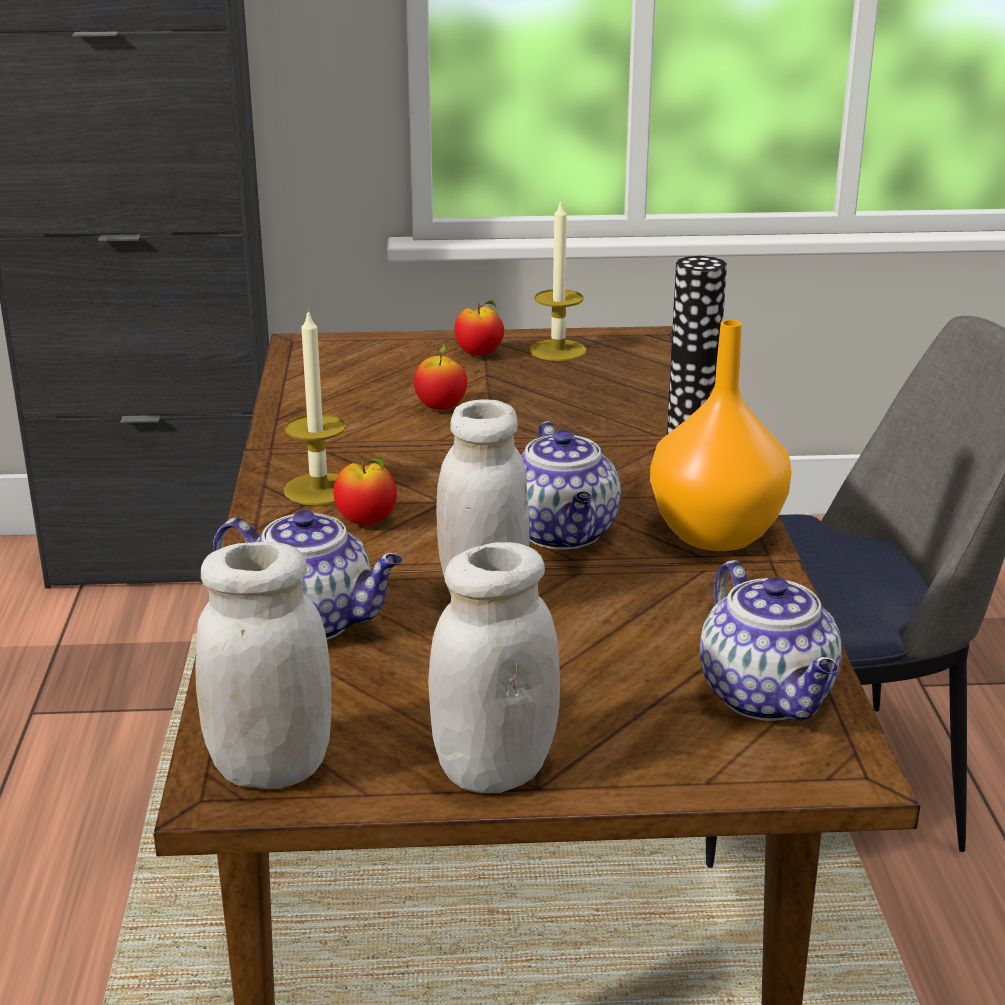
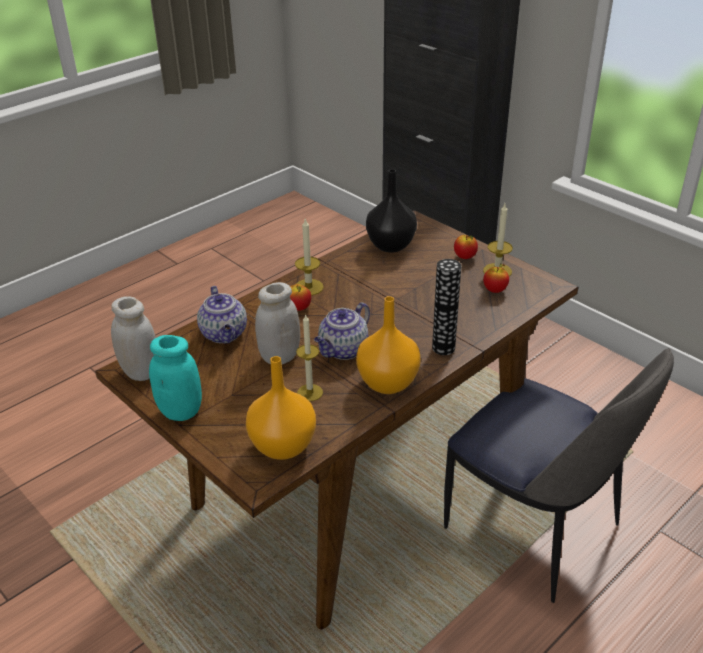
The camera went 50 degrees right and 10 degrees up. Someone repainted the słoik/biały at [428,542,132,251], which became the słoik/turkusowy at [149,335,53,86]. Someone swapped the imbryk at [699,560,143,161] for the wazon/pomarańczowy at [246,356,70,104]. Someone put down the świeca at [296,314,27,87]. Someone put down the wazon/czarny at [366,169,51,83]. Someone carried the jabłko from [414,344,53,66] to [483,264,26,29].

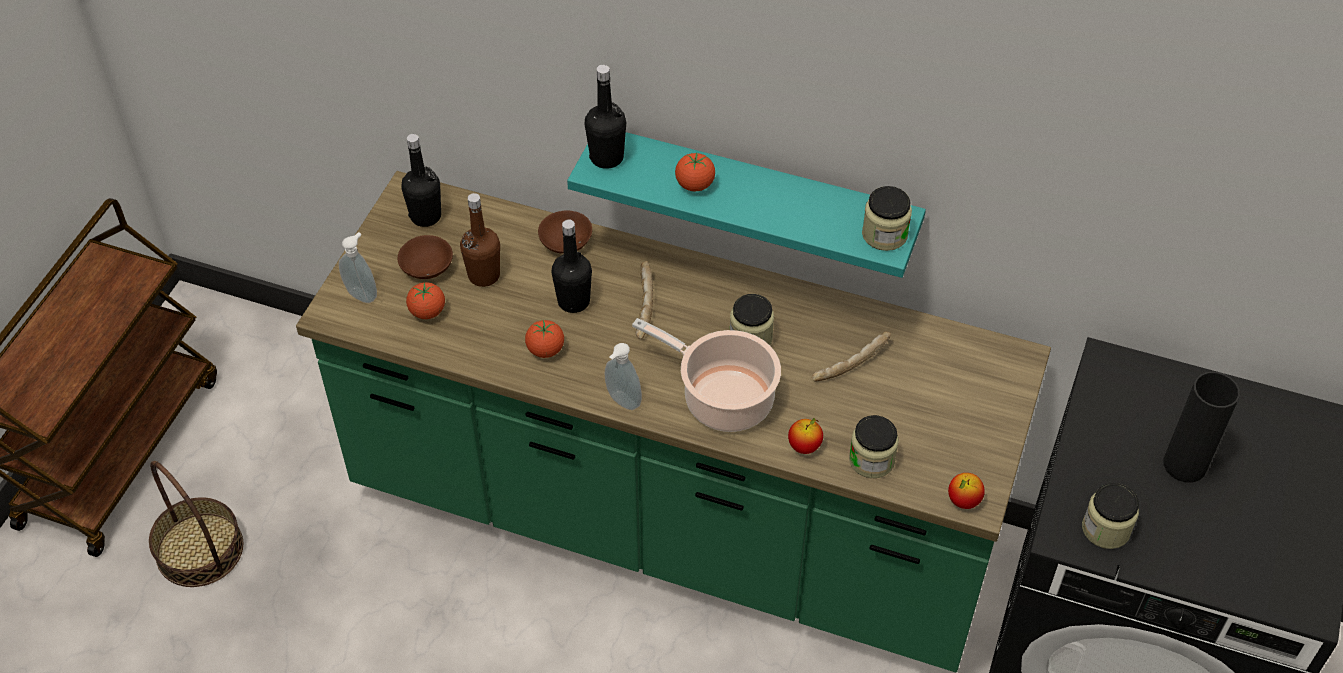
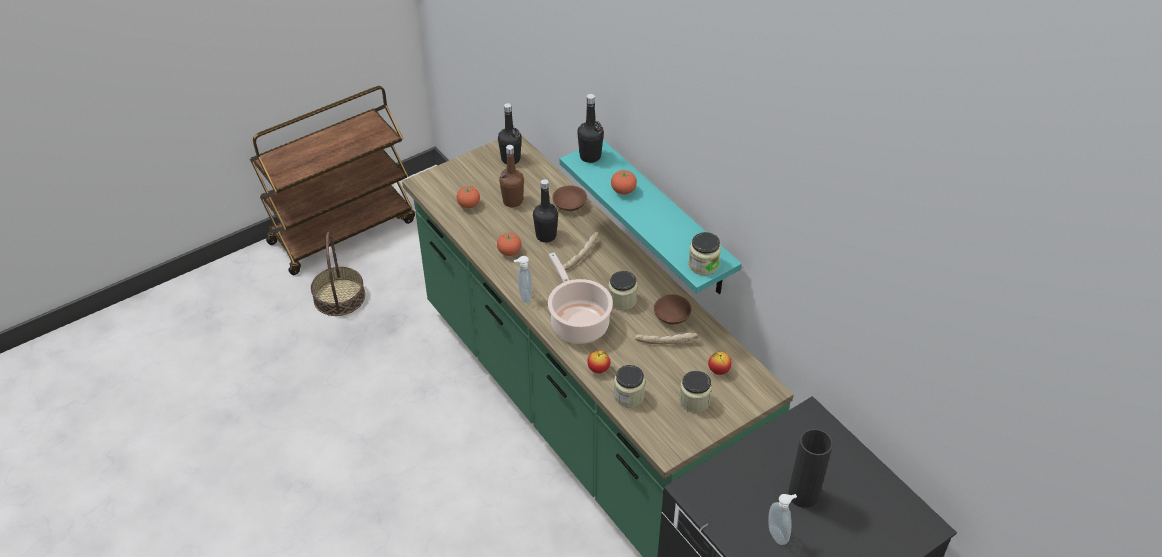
The camera went 35 degrees right and 5 degrees down. Someone carried the miska/brązowy from [398,235,55,44] to [654,295,38,29]. Someone carried the słoik from [1082,483,57,66] to [679,371,33,42]. Someone carried the jabłko from [948,473,37,36] to [708,352,24,23]. Someone carried the dozownik mydła from [339,232,38,71] to [768,494,29,51].

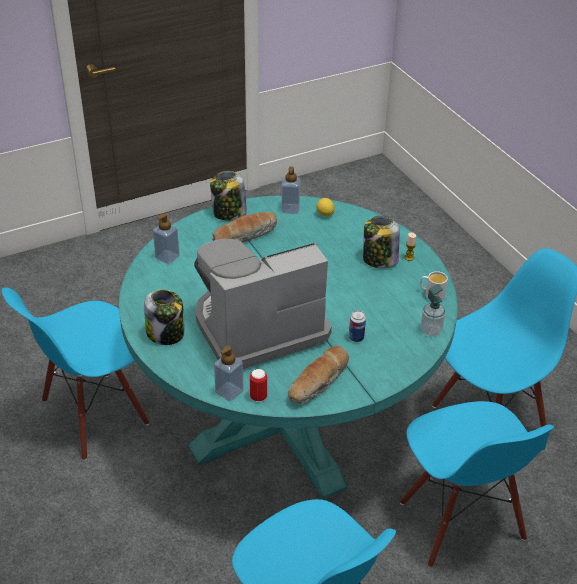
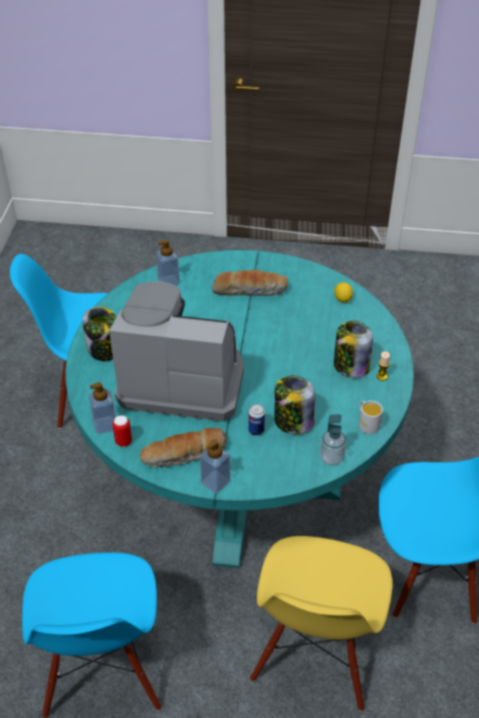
The camera went 35 degrees right and 5 degrees up. Someone carried the dozownik mydła from [281,166,19,48] to [200,439,30,54]. Someone repainted the krzesło/niebieski at [400,401,154,167], which became the krzesło/żółty at [250,536,143,175]. Someone carried the słoik from [210,171,37,49] to [274,375,41,60].

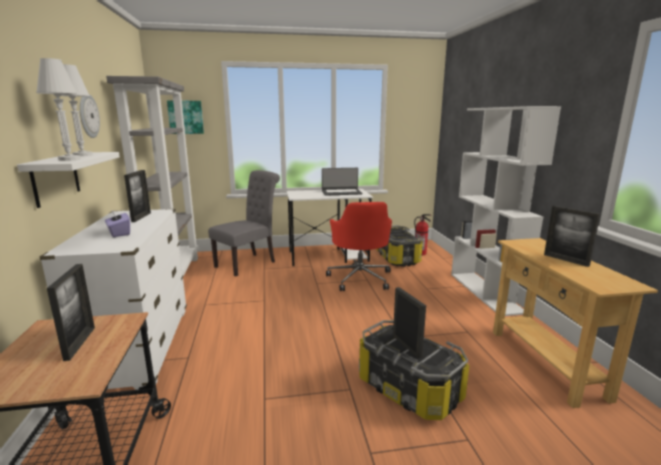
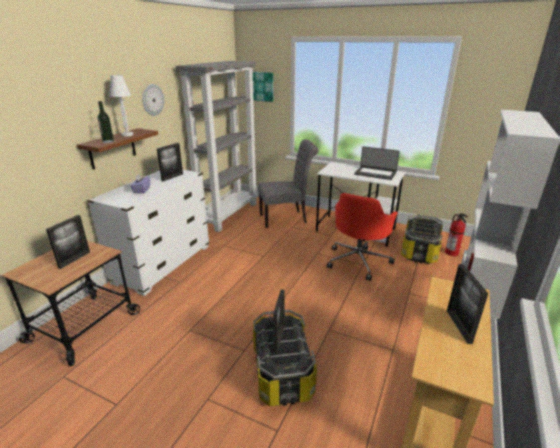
The camera went 35 degrees right and 10 degrees up. Someone repainted the półka/biały at [17,152,103,56], which became the półka/brązowy at [77,128,81,42]. Someone swapped the lampa stołowa/biały at [36,58,45,103] for the butelka at [98,101,16,42].

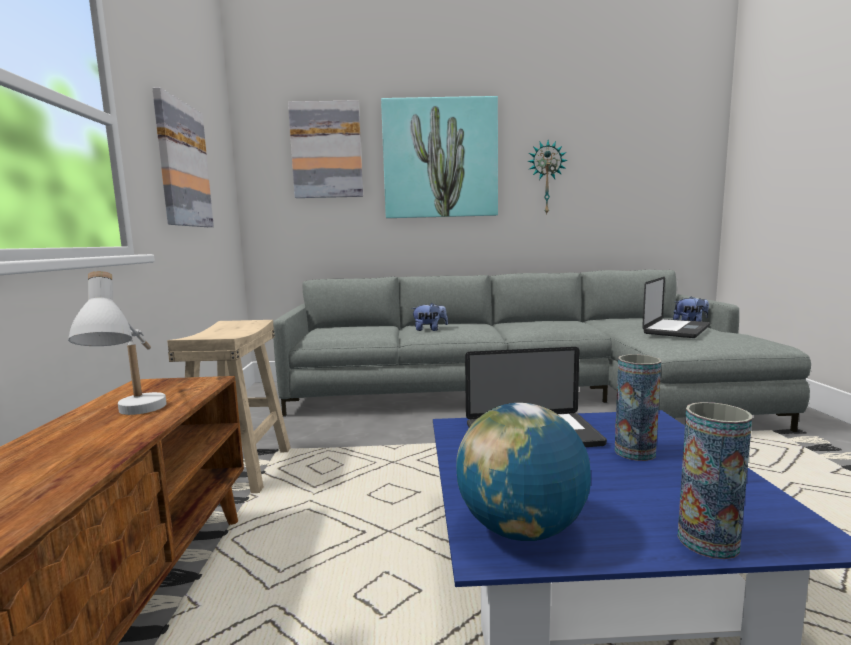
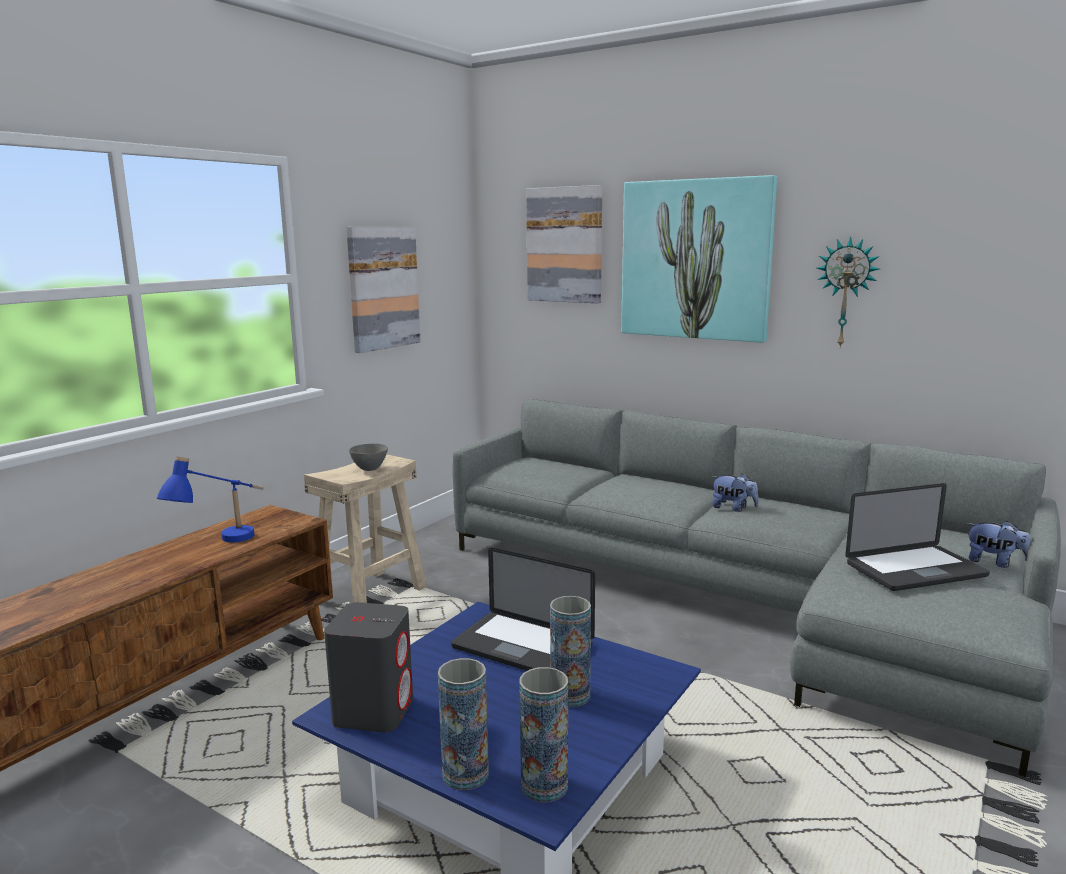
The camera went 35 degrees right and 5 degrees up. Someone repainted the lampa stołowa/biały at [68,271,99,144], which became the lampa stołowa/niebieski at [157,457,107,86]. Someone swapped the globus at [456,403,135,138] for the głośnik/szary at [324,602,89,131]. Someone put down the miska/szary at [349,443,39,28]. Someone put down the wazon at [519,667,49,135]. Someone carried the pluszak from [411,303,37,28] to [712,473,47,39].

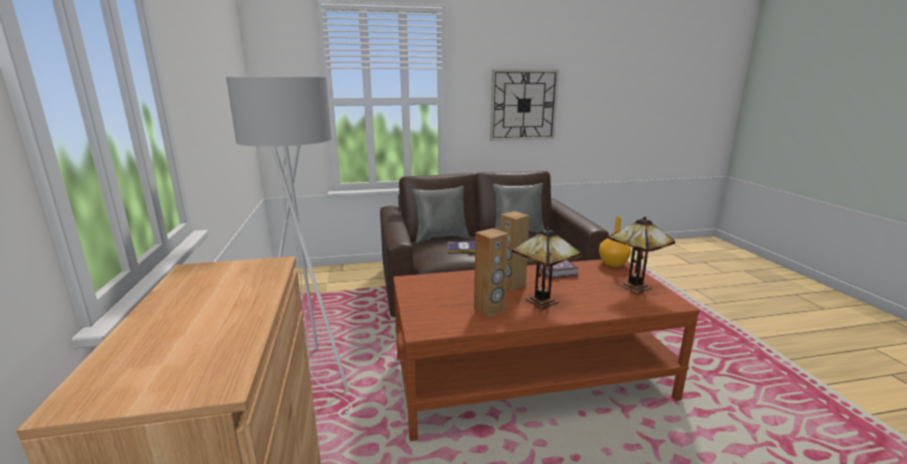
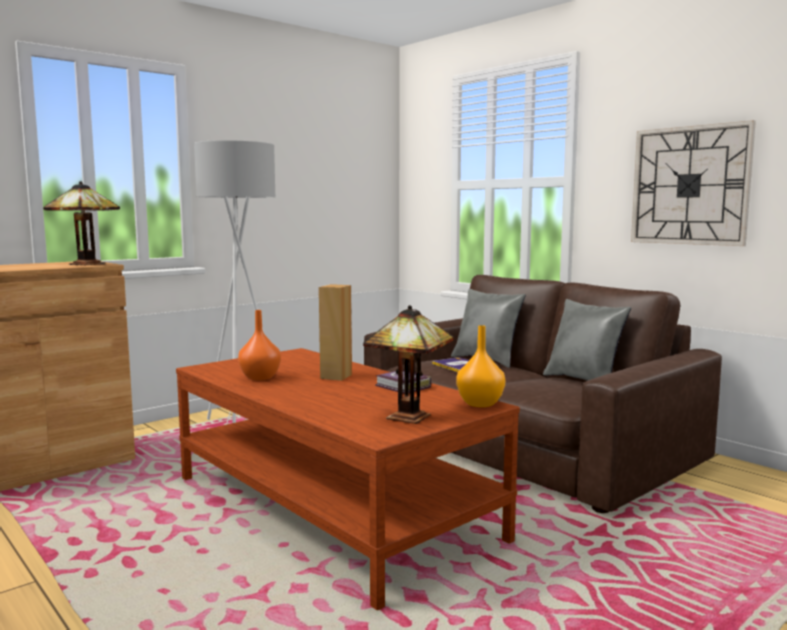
The camera went 60 degrees right and 10 degrees down. Someone carried the lampa stołowa from [512,227,69,82] to [43,181,77,84]. Someone swapped the głośnik/brązowy at [474,228,34,90] for the wazon/pomarańczowy at [238,310,43,71].

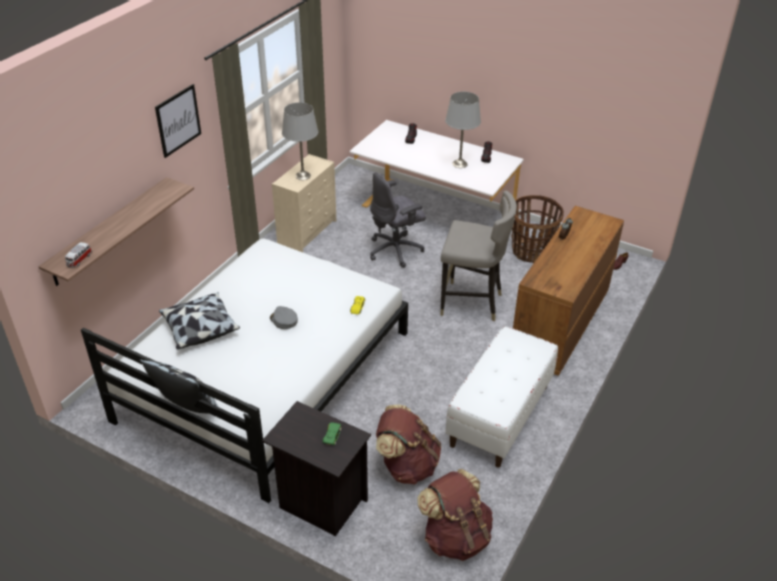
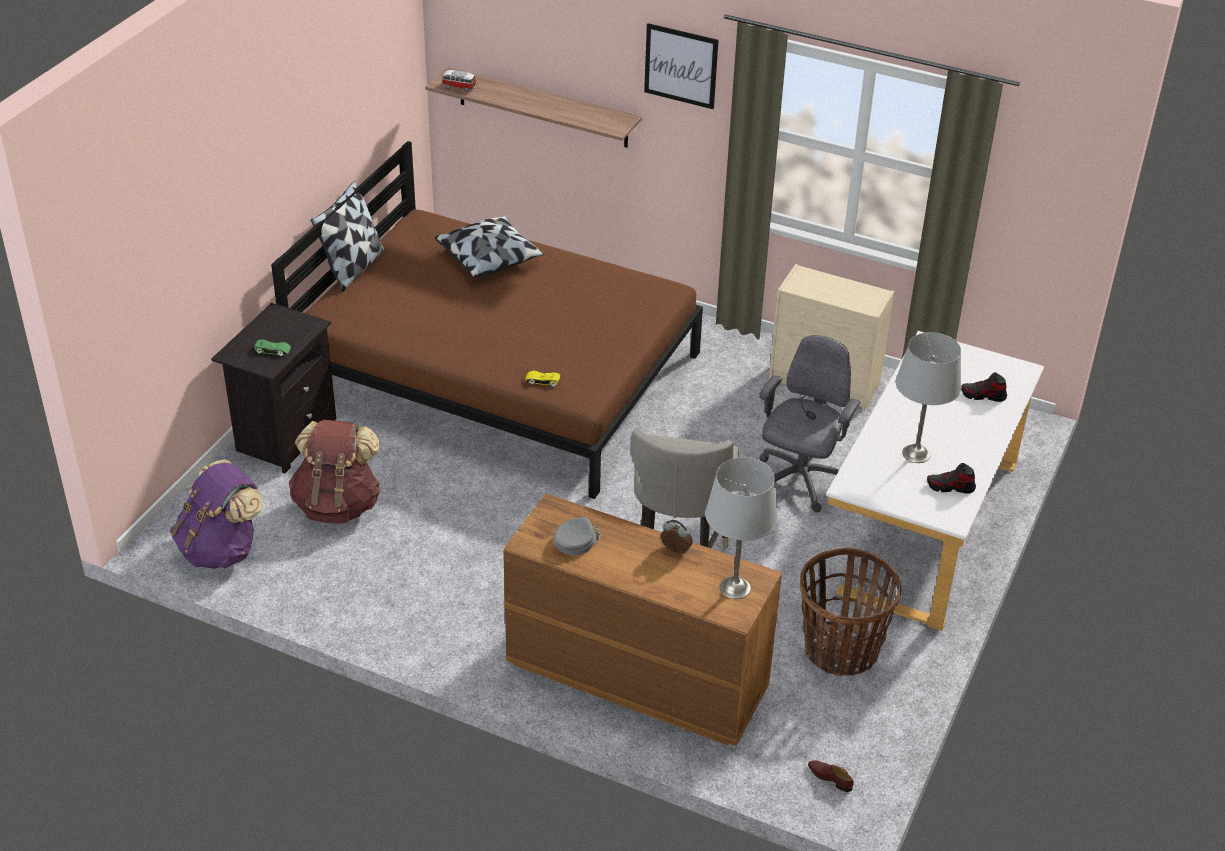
The camera went 85 degrees right and 0 degrees up. Someone repainted the plecak/brązowy at [417,469,76,92], which became the plecak/fioletowy at [170,459,94,110]. Someone repainted the łóżko/biały at [81,238,327,265], which became the łóżko/brązowy at [271,141,432,358]. Someone carried the czapka z daszkiem/szary from [270,306,28,23] to [553,517,48,38]. Someone carried the lampa stołowa/szary from [282,102,36,78] to [705,457,74,142]. Someone rotated the krzesło biurowe/szary at [370,172,56,96] by 60 degrees clockwise. Someone took away the ławka/biały at [446,326,112,142].

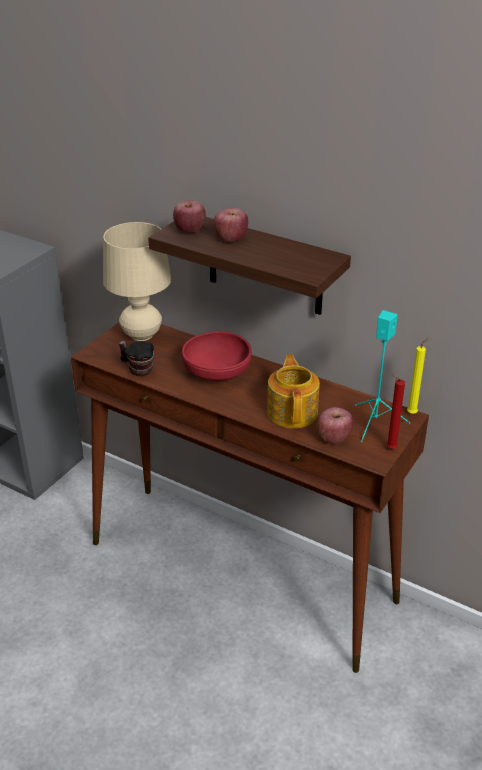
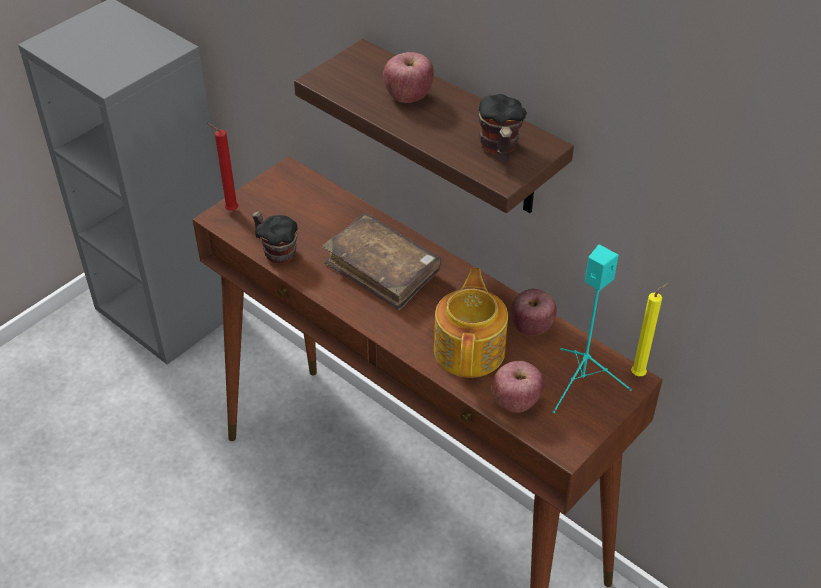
The camera went 10 degrees right and 10 degrees up. Someone carried the świeca/czerwony from [386,374,19,75] to [207,123,31,88]. Someone swapped the miska/czerwony at [182,331,70,50] for the książka/brązowy at [323,213,118,98]. Someone put down the kubek at [479,94,48,68]. Someone carried the jabłko from [173,200,33,33] to [511,289,46,47]. Someone took away the lampa stołowa/beżowy at [103,222,68,119].

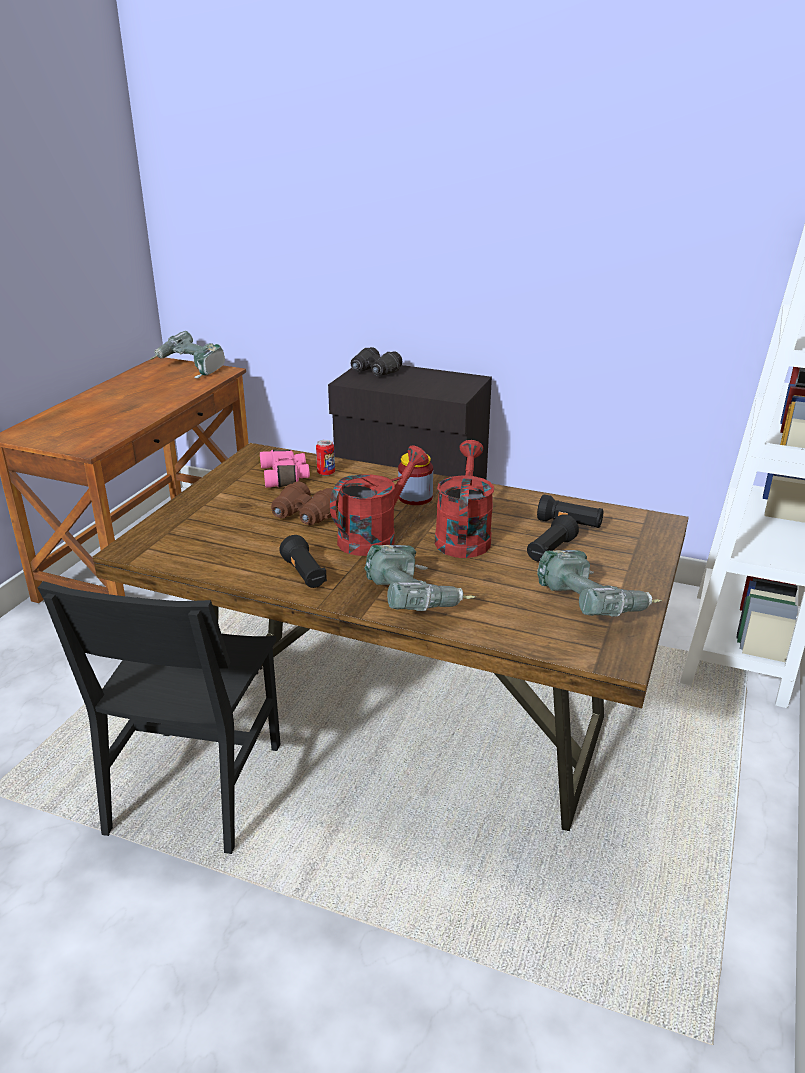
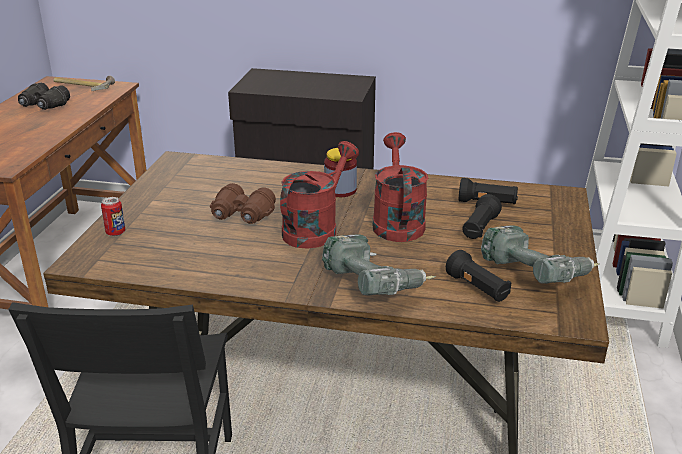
The camera went 10 degrees left and 0 degrees up. Someone carried the lornetka/czarny from [350,347,52,29] to [18,83,52,27]. Someone swapped the wiertarka at [149,331,76,48] for the młotek at [54,76,61,15]. Someone carried the puszka from [316,440,19,36] to [101,197,24,39]. Someone carried the latarka/czarny from [280,535,47,53] to [446,250,66,52]. Someone took away the lornetka/różowy at [260,450,50,38].

